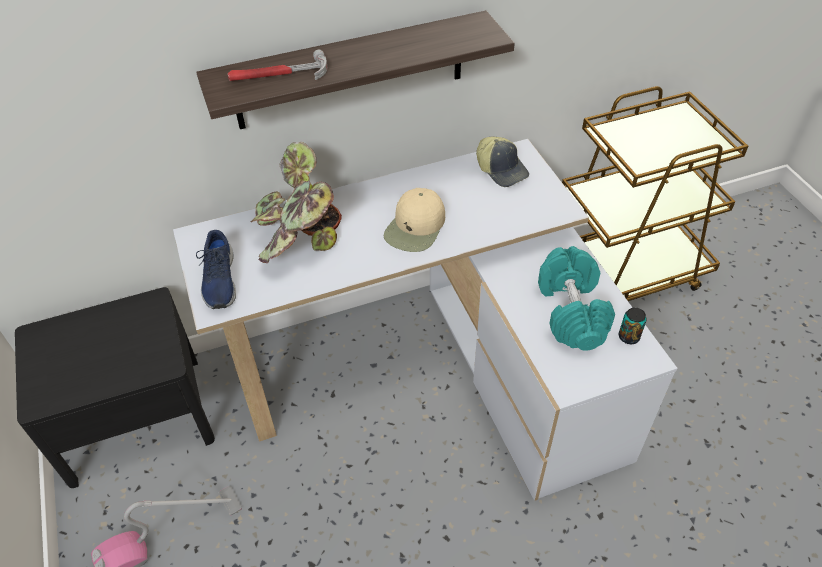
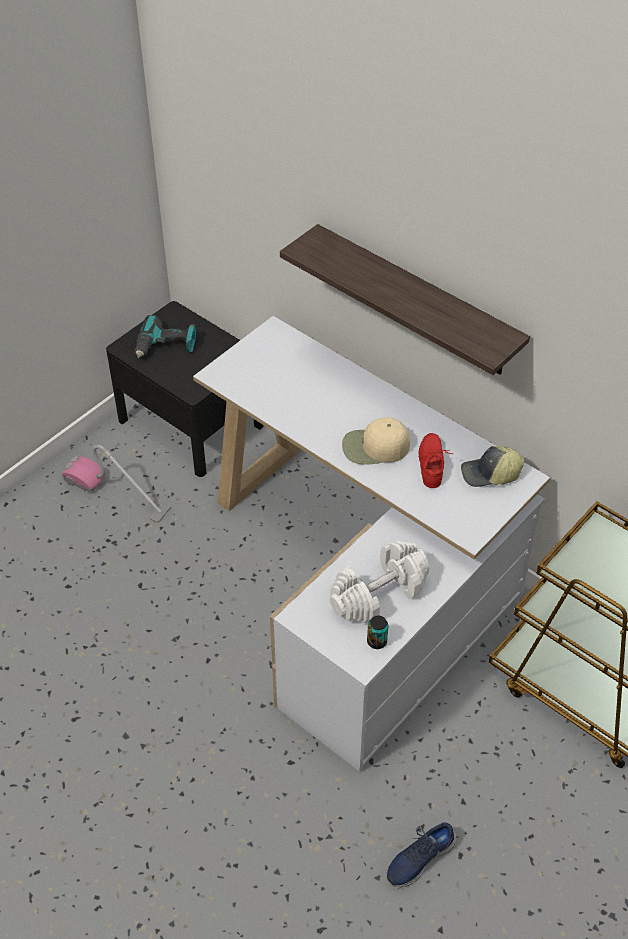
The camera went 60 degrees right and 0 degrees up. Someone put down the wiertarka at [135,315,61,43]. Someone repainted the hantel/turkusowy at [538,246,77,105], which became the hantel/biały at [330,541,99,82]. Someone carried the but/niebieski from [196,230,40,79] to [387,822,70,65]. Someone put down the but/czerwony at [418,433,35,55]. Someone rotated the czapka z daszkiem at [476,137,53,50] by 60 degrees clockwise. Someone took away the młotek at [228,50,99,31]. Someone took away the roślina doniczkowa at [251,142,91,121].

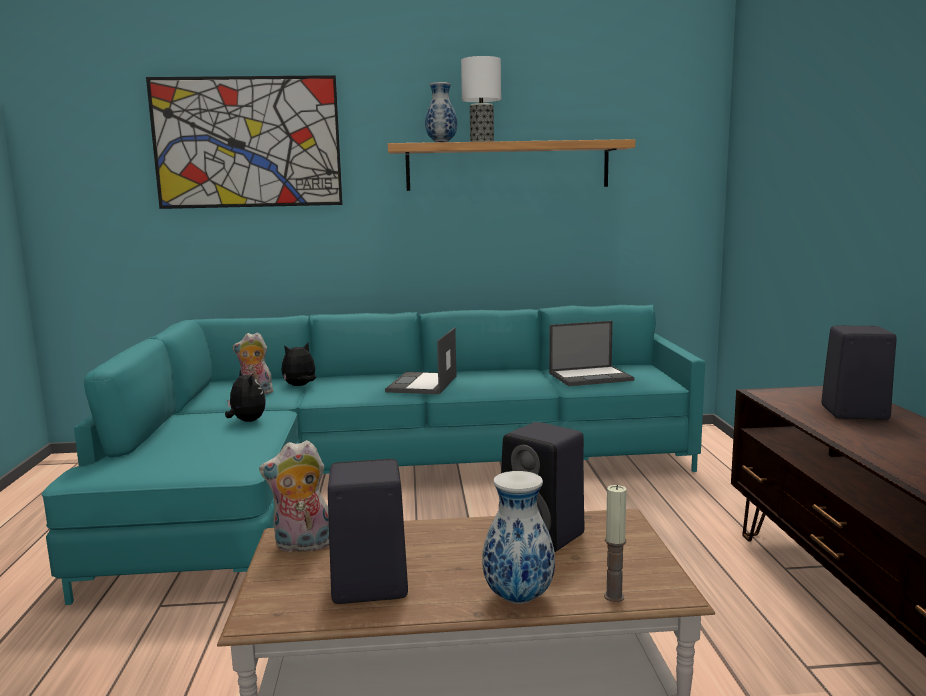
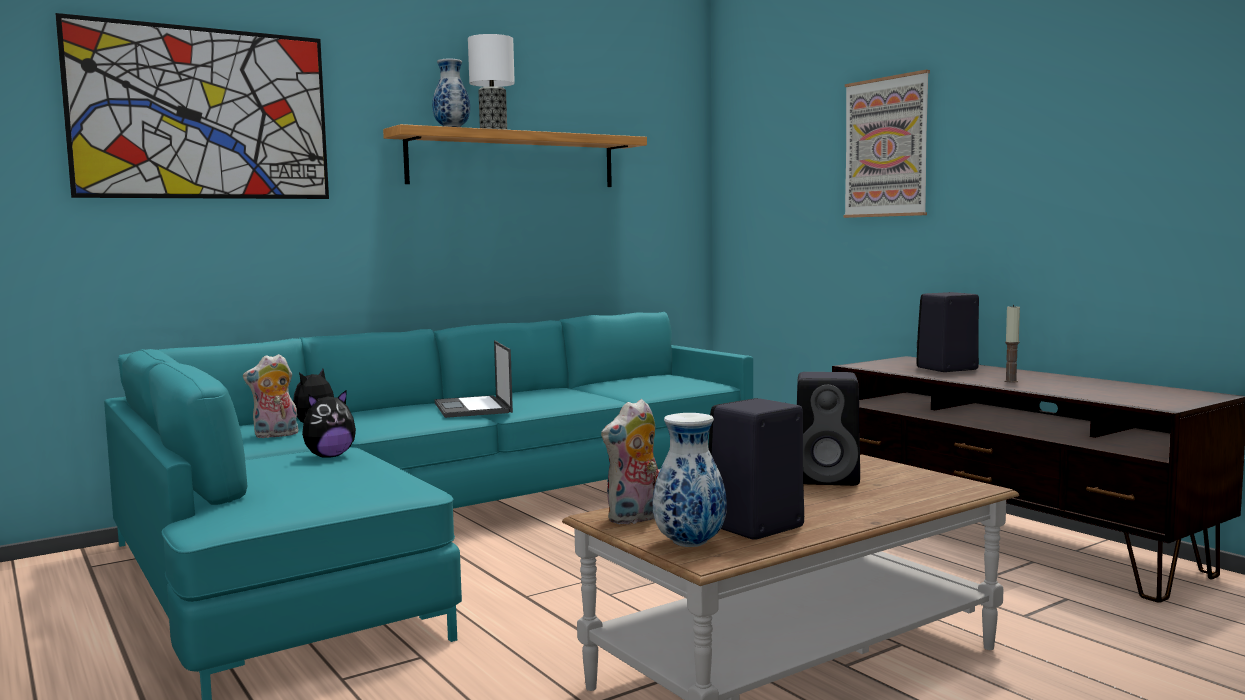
The camera went 30 degrees left and 5 degrees down. Someone rotated the pluszak at [225,369,41,53] by 120 degrees clockwise. Someone carried the wazon from [482,471,73,133] to [653,413,74,134]. Someone put up the obraz at [843,70,87,148]. Someone carried the świeca from [604,485,23,117] to [1004,304,16,78]. Someone took away the laptop at [549,321,85,65].

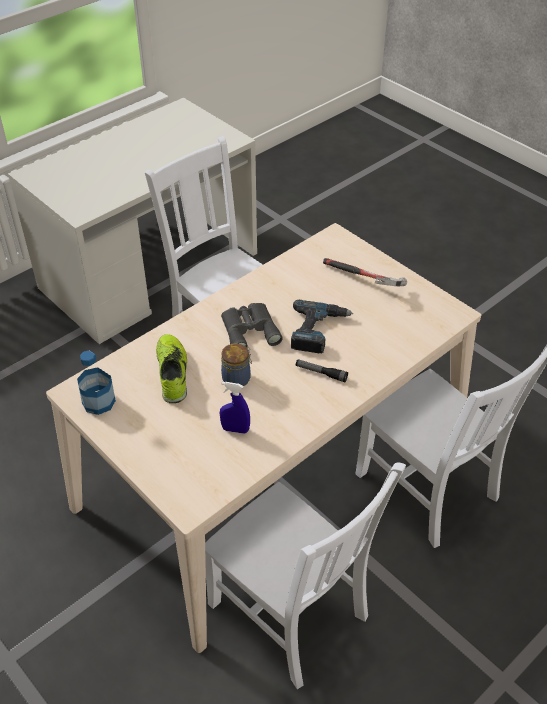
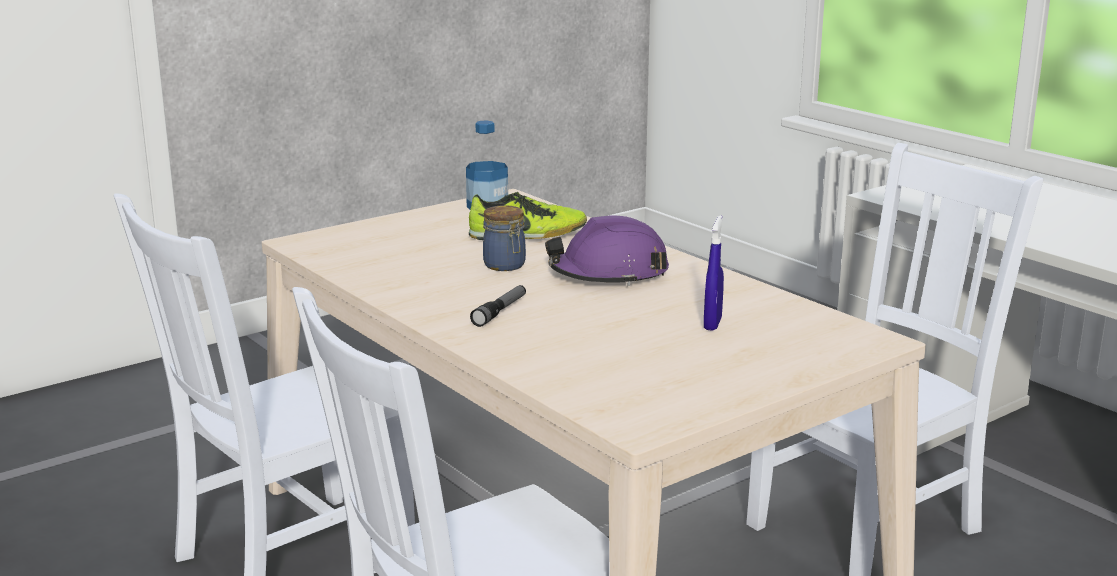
The camera went 95 degrees right and 25 degrees down. Someone swapped the lornetka/szary at [221,303,62,44] for the kask/fioletowy at [545,215,124,71]. Someone carried the spryskiwacz/niebieski from [220,382,30,52] to [704,215,20,116]. Someone took away the wiertarka at [291,300,62,53]. Someone took away the młotek at [323,258,84,28].

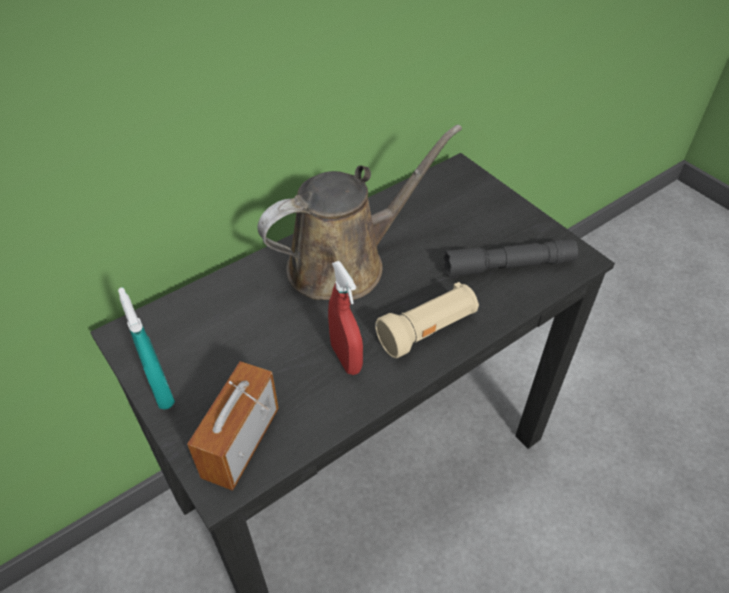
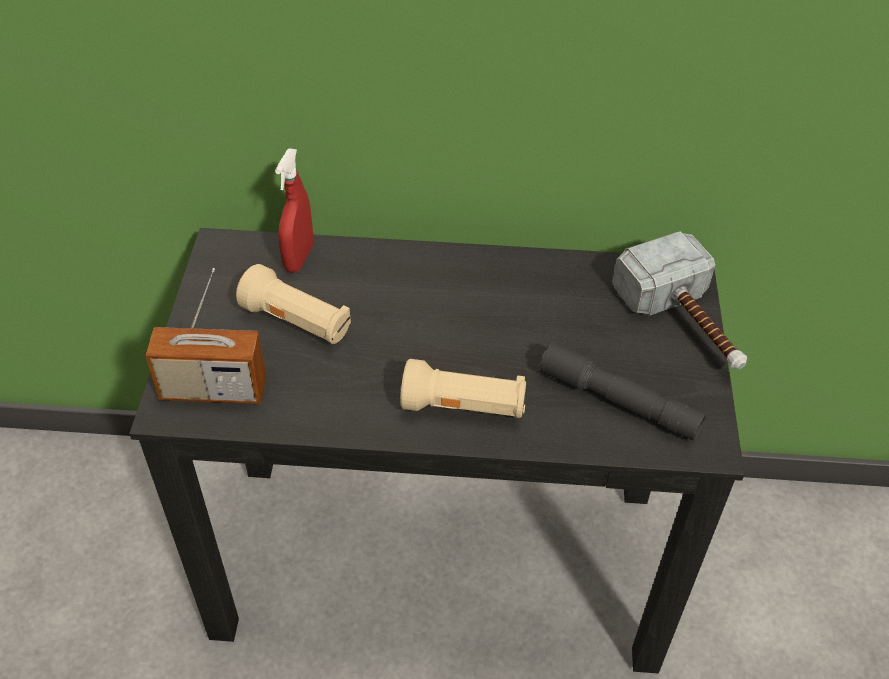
The camera went 40 degrees right and 0 degrees up. Someone rotated the radio at [187,361,92,129] by 150 degrees counterclockwise. Someone put down the latarka/beżowy at [236,264,115,80]. Someone carried the spryskiwacz/czerwony from [328,261,35,114] to [275,148,38,125]. Someone put down the młotek at [612,231,135,138]. Someone took away the spryskiwacz/turkusowy at [118,287,57,123]. Someone took away the konewka/brązowy at [257,124,205,176].

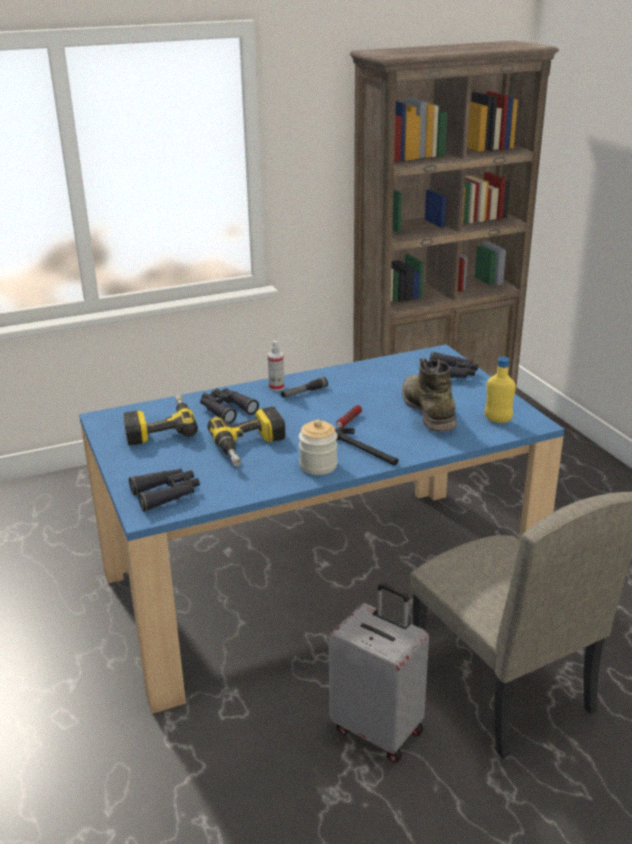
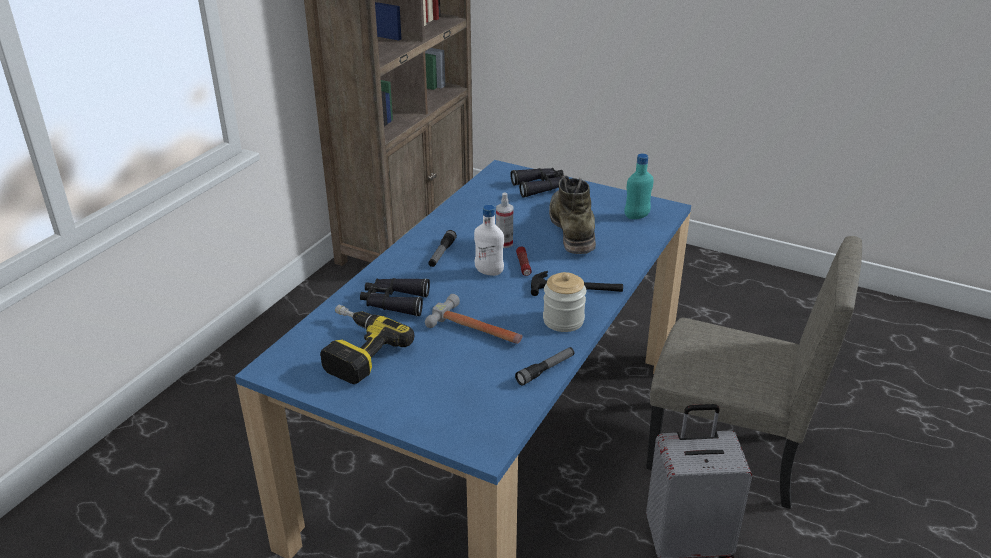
The camera went 40 degrees left and 5 degrees up. Someone swapped the wiertarka at [207,407,79,59] for the młotek at [425,294,98,50]. Someone put down the butelka/biały at [474,205,30,71]. Someone carried the spryskiwacz from [268,341,16,50] to [496,192,17,56]. Someone put down the latarka at [515,347,59,39]. Someone rotated the but z cholewką/zielony at [402,358,55,74] by 45 degrees clockwise. Someone repainted the butelka/żółty at [485,357,31,66], which became the butelka/turkusowy at [624,154,30,65]. Someone took away the lornetka/czarny at [129,468,71,44].

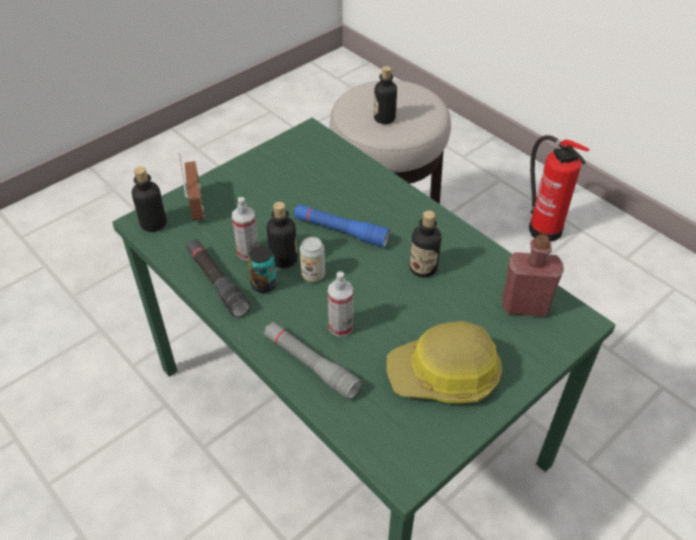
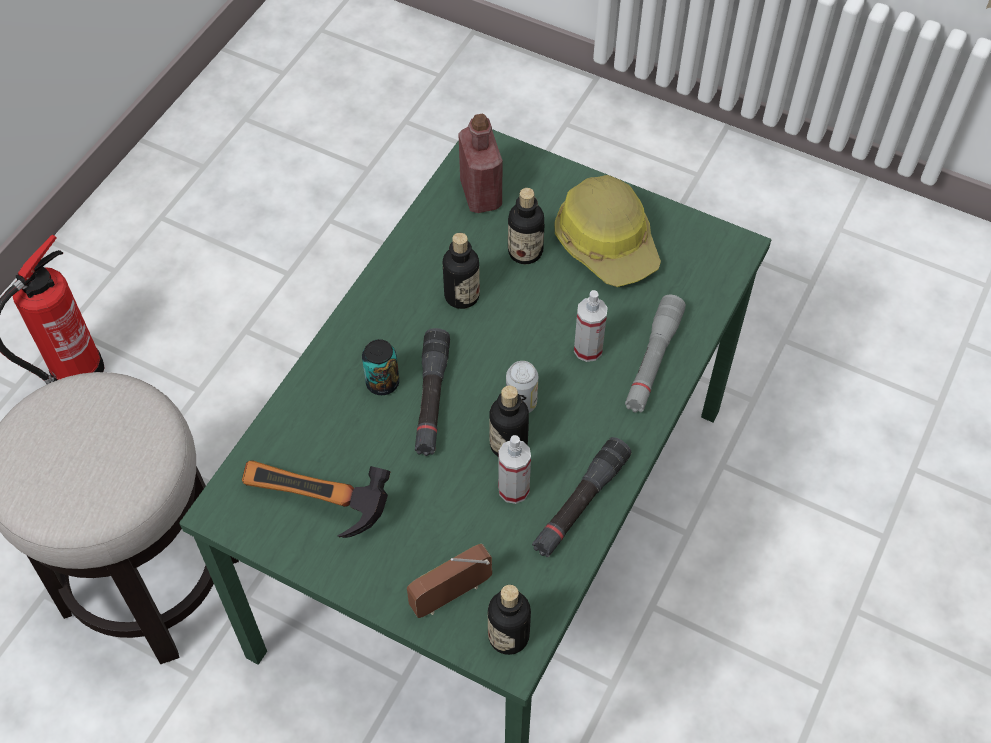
The camera went 110 degrees left and 10 degrees up. Someone put down the młotek at [242,460,149,78]. Someone carried the puszka from [247,246,30,47] to [362,339,37,56]. Someone repainted the latarka/niebieski at [294,204,96,43], which became the latarka/czarny at [415,328,35,128]. Someone carried the butelka from [374,66,23,58] to [508,188,37,76].

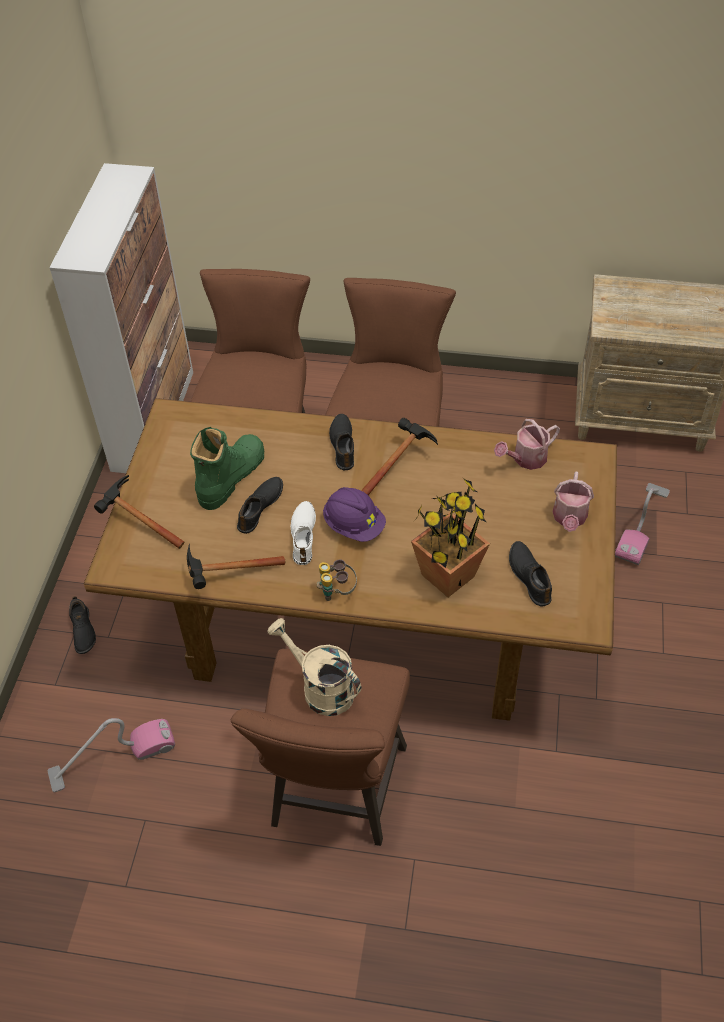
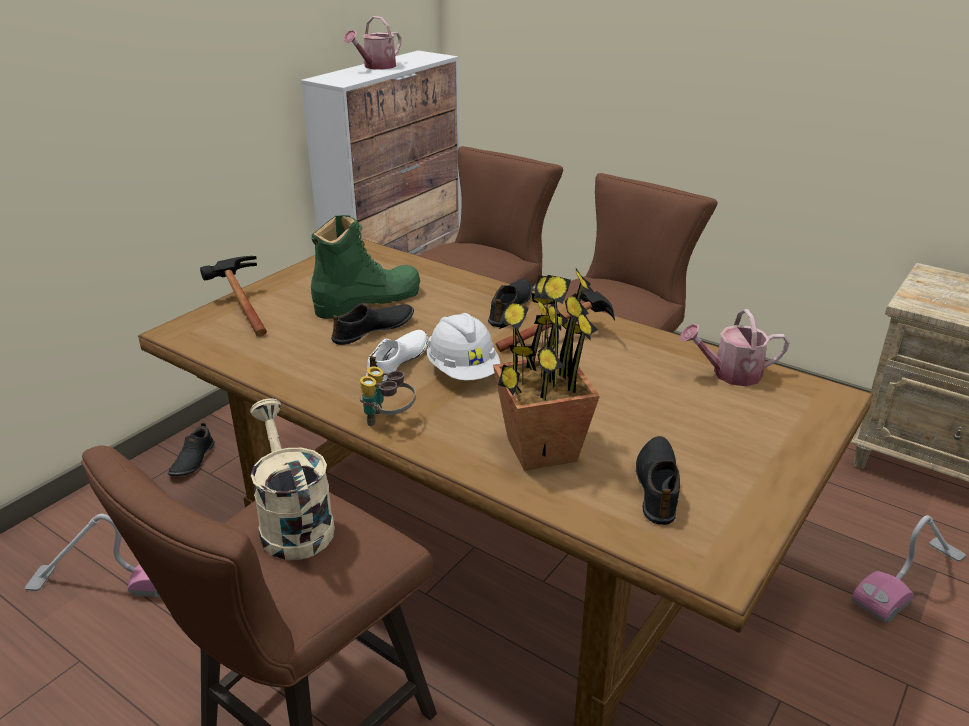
The camera went 25 degrees right and 20 degrees down. Someone carried the konewka from [552,472,42,60] to [344,16,57,53]. Someone repainted the kask/fioletowy at [323,487,63,55], which became the kask/biały at [427,313,73,67]. Someone took away the młotek at [187,543,98,46].

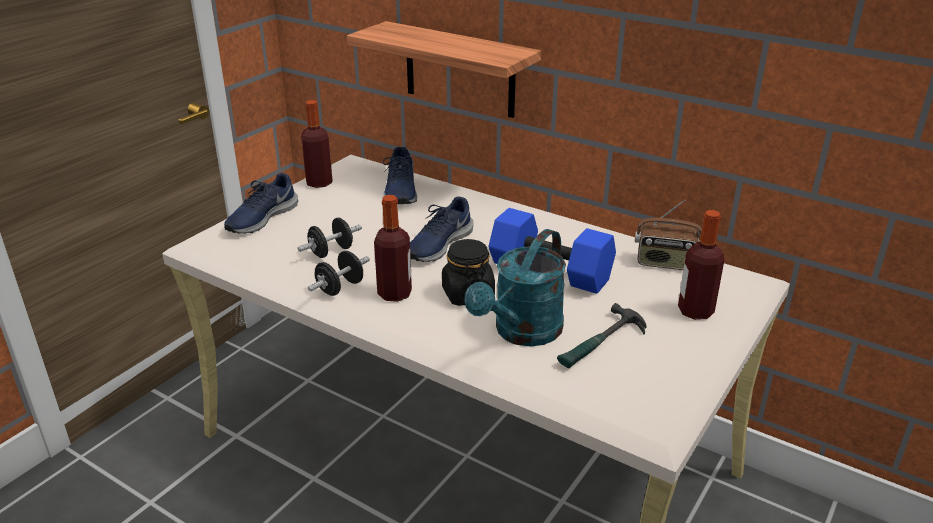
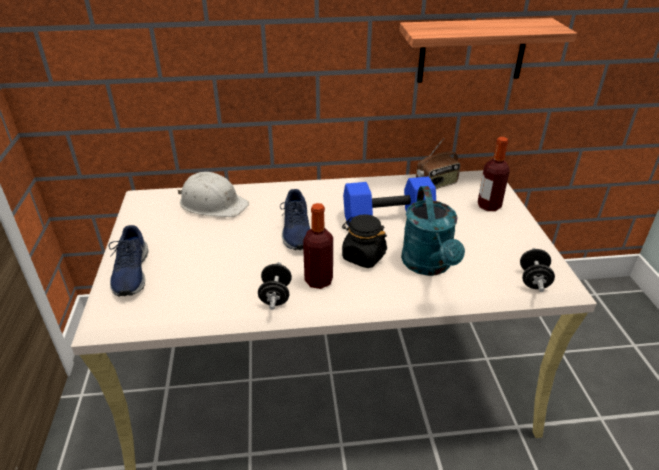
The camera went 40 degrees left and 5 degrees up. Someone swapped the but/niebieski at [383,147,34,57] for the kask/biały at [178,172,71,45]. Someone carried the półka from [347,21,194,97] to [399,18,178,65]. Someone carried the hantel/czarny from [298,218,64,40] to [520,248,35,44]. Someone took away the butelka at [301,100,32,88]. Someone took away the młotek at [557,303,90,65].

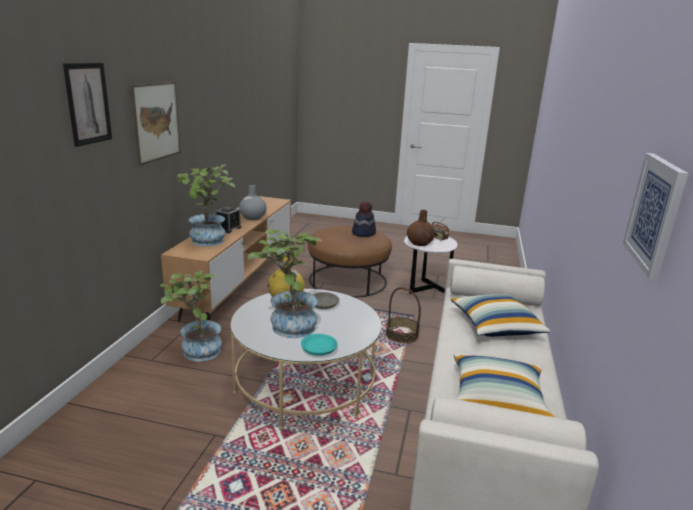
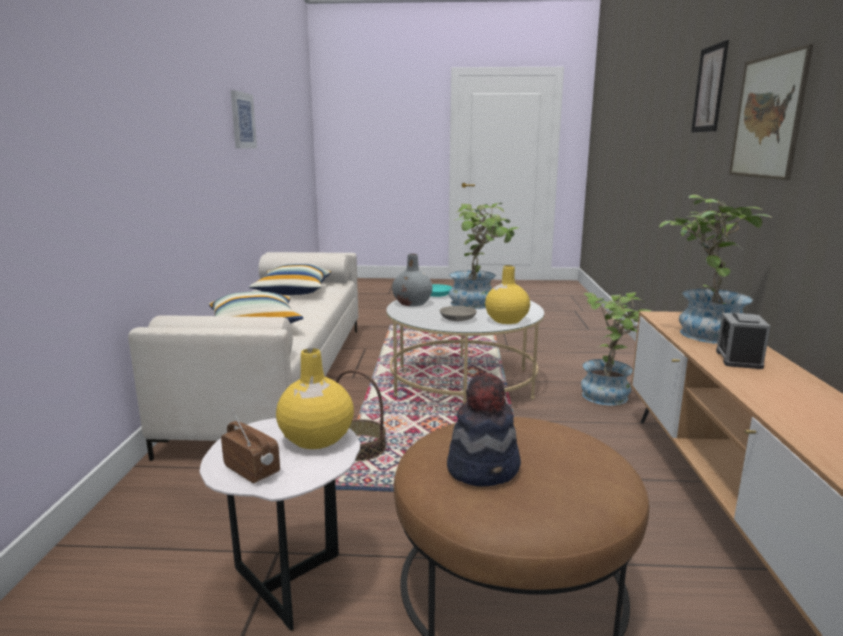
The camera went 170 degrees right and 5 degrees down. Someone repainted the wazon/brązowy at [407,210,28,36], which became the wazon/żółty at [276,348,78,101]. Someone carried the wazon/szary from [239,185,28,35] to [392,254,41,52].

